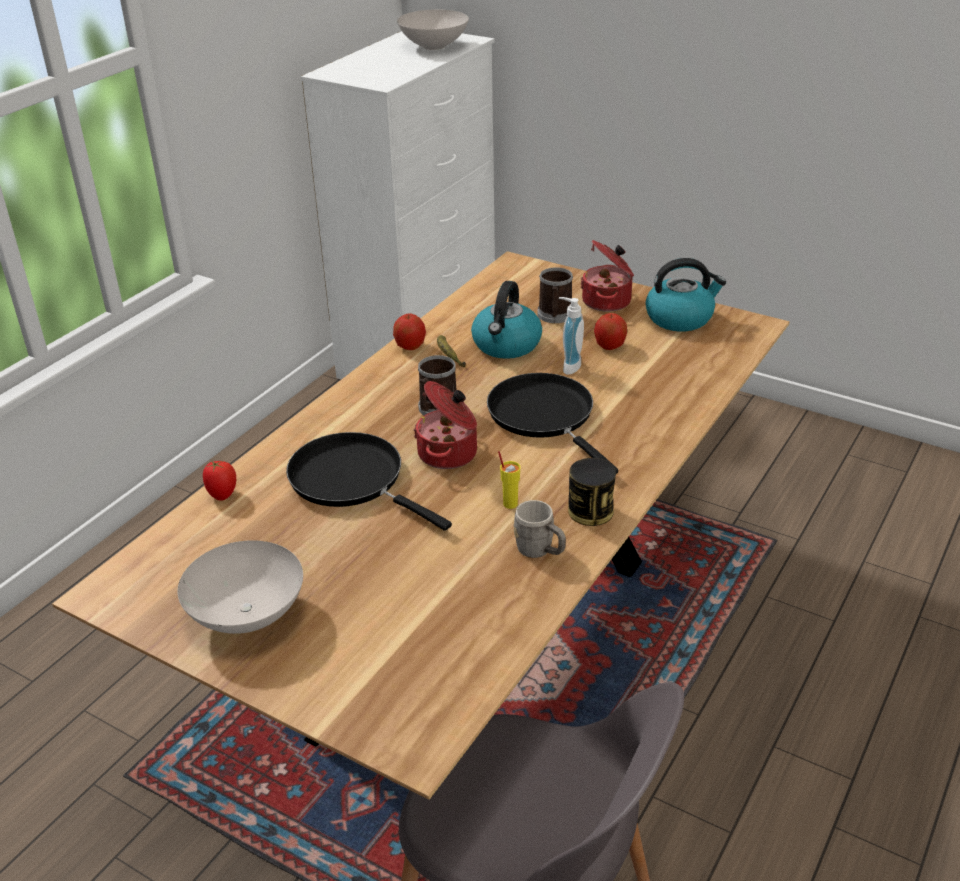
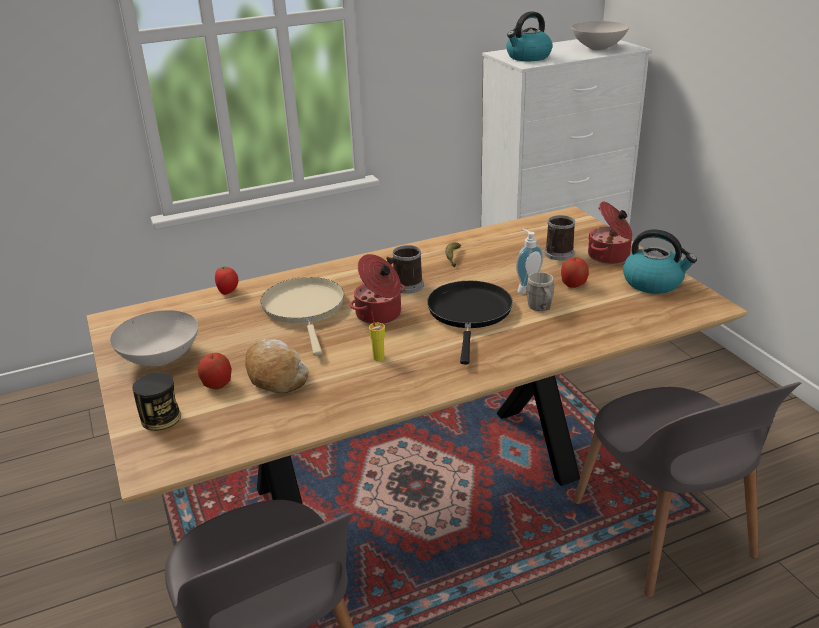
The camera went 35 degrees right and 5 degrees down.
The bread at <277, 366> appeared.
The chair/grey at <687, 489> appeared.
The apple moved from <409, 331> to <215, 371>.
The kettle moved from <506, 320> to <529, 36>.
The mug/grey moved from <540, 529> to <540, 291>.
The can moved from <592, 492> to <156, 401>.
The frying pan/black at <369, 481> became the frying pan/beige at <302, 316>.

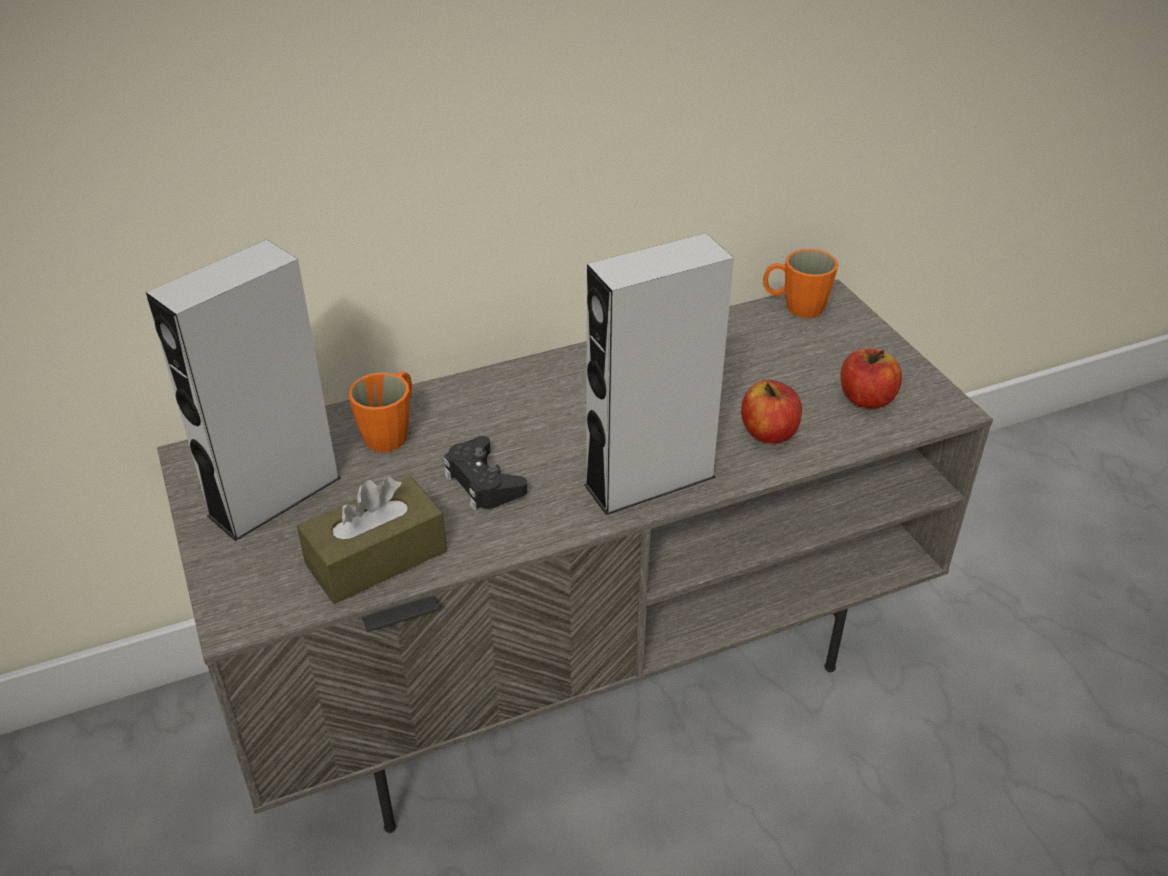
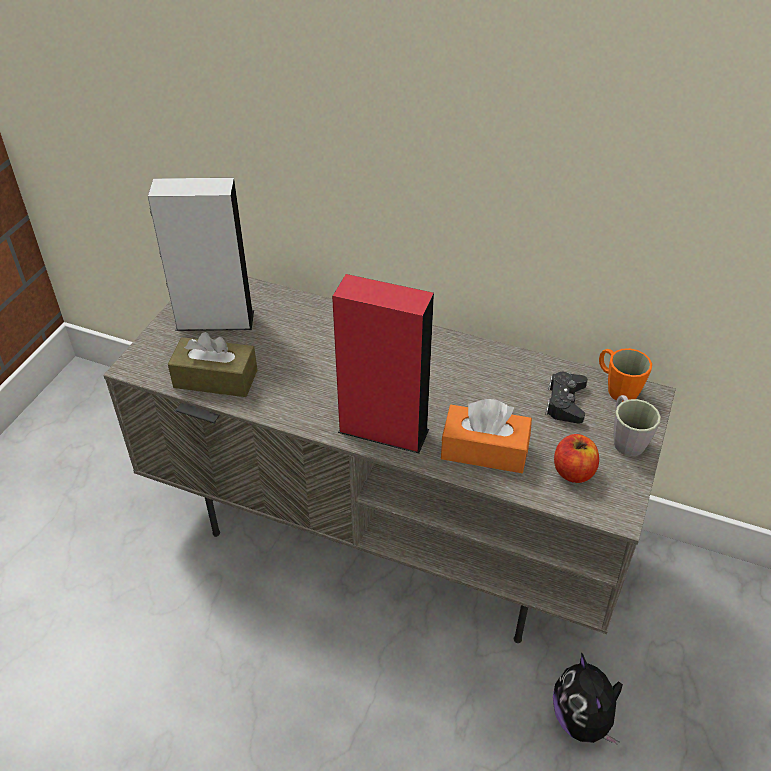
The camera went 45 degrees right and 5 degrees up.
The mug/orange at <380, 411> disappeared.
The plush toy at <588, 699> appeared.
The mug/grey at <637, 425> appeared.
The game controller/black moved from <485, 473> to <566, 398>.
The apple at <771, 411> was replaced by the tissue box/orange at <486, 436>.
The speaker/grey at <659, 374> became the speaker/red at <383, 363>.

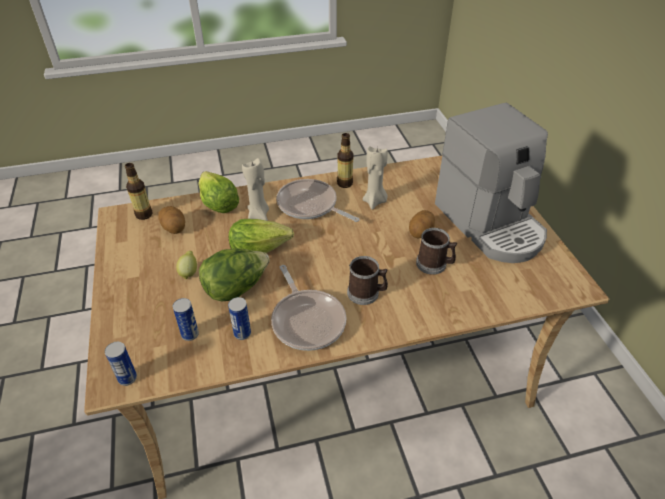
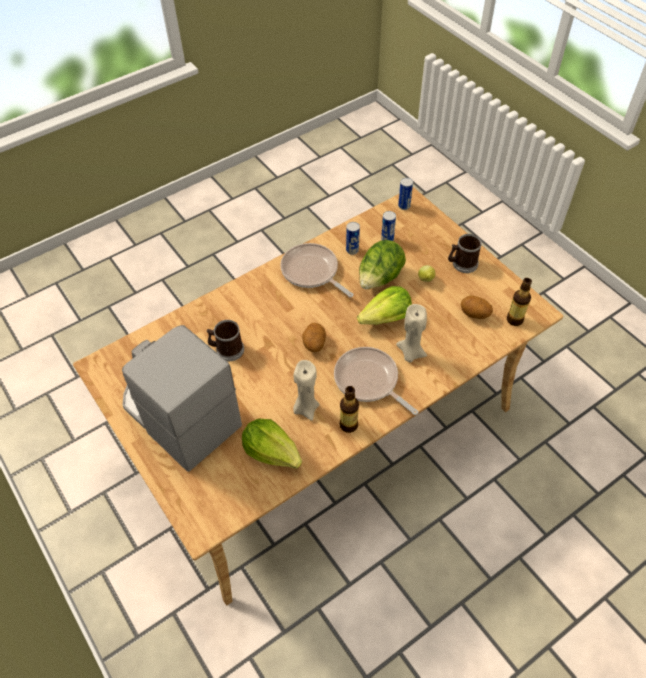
The camera went 160 degrees right and 10 degrees up.
The lettuce moved from <218, 192> to <272, 444>.
The mug moved from <367, 280> to <465, 253>.
The potato moved from <422, 224> to <314, 337>.
The frying pan at <318, 200> turned 150 degrees counterclockwise.

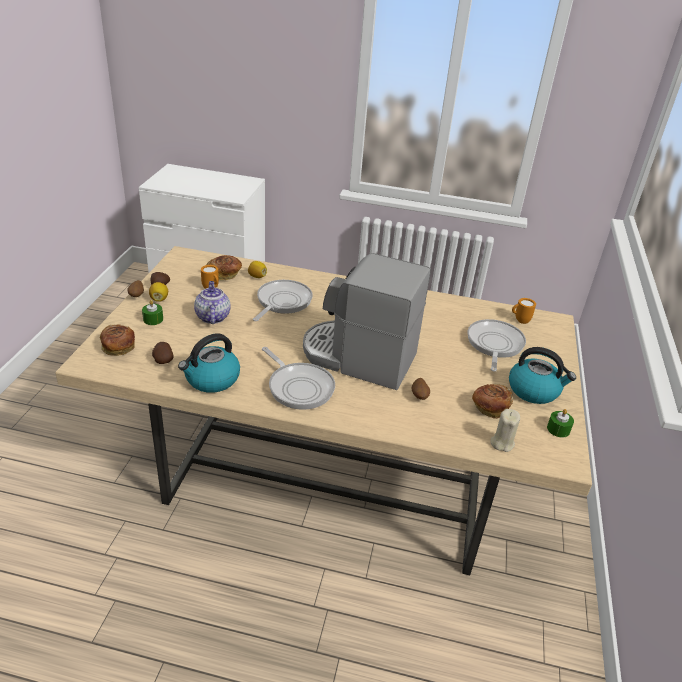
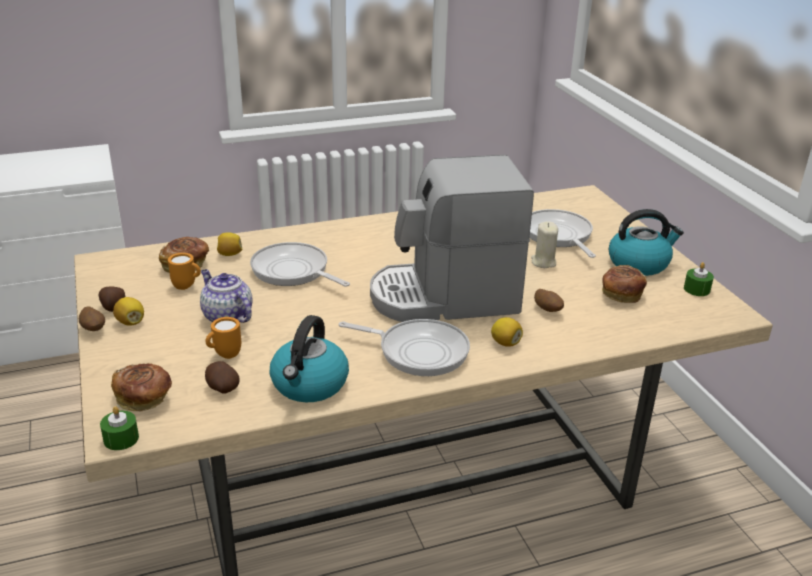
The camera went 30 degrees left and 5 degrees down.
The lemon at <507, 332> appeared.
The candle/green moved from <152, 312> to <119, 428>.
The candle/beige moved from <505, 430> to <544, 244>.
The mug/orange moved from <524, 311> to <223, 338>.
The frying pan at <283, 300> turned 45 degrees counterclockwise.

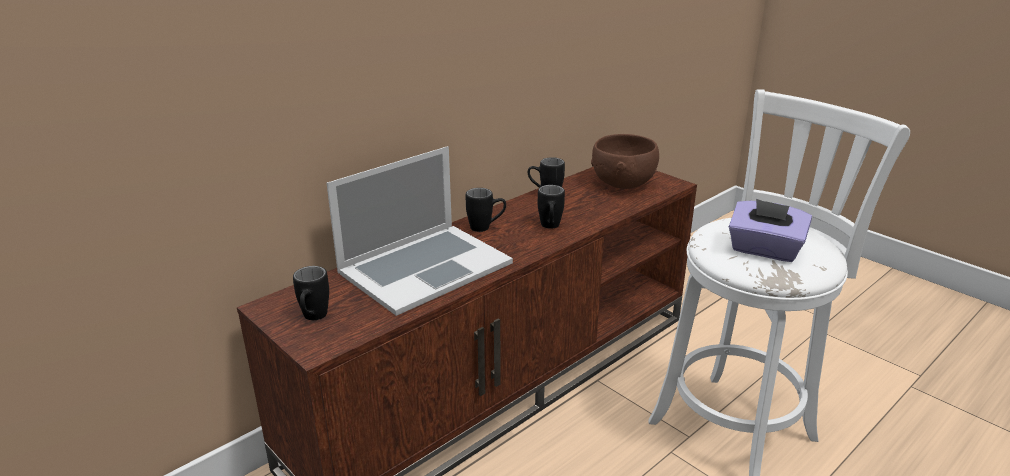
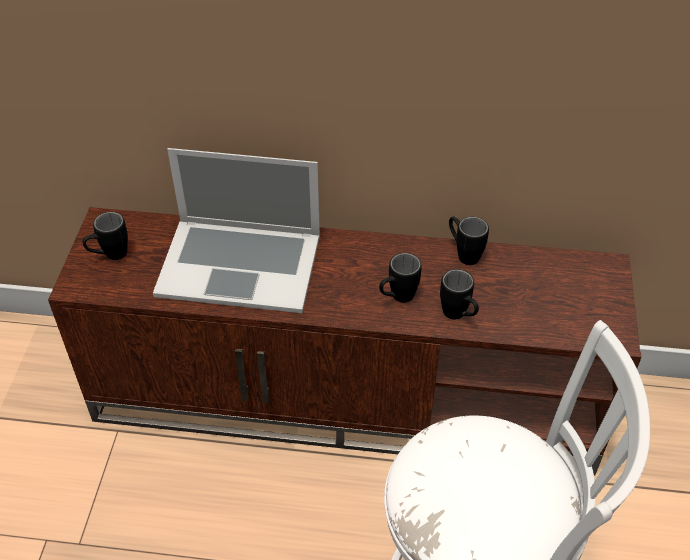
The camera went 50 degrees right and 20 degrees up.
The bowl/brown at <625, 161> disappeared.
The tissue box/purple at <770, 230> disappeared.
The mug/black moved from <486, 210> to <459, 294>.

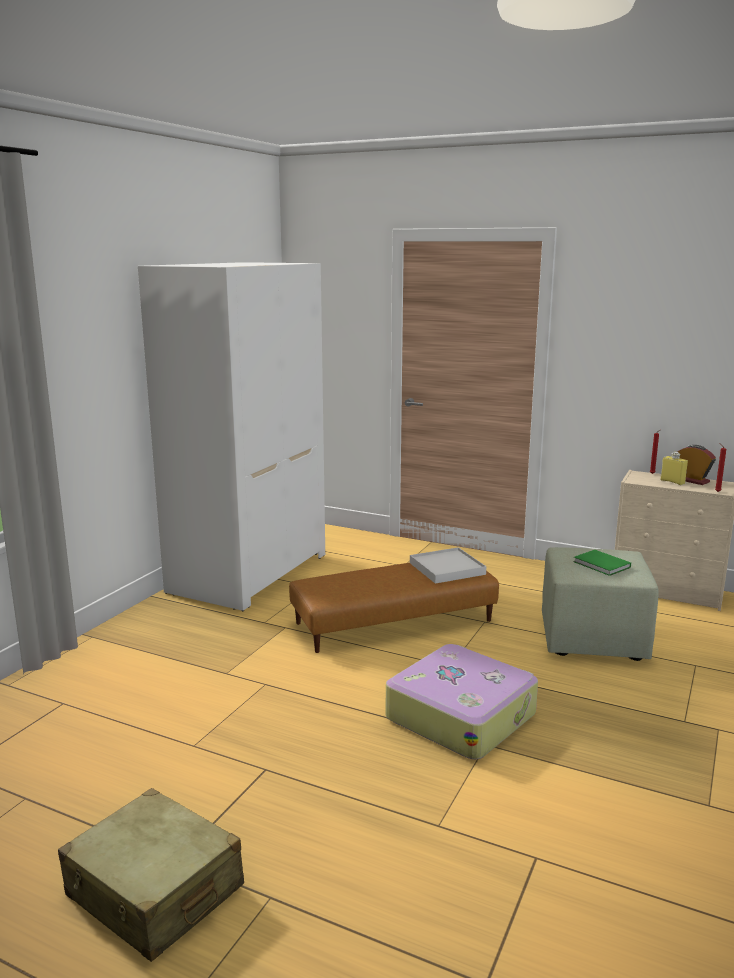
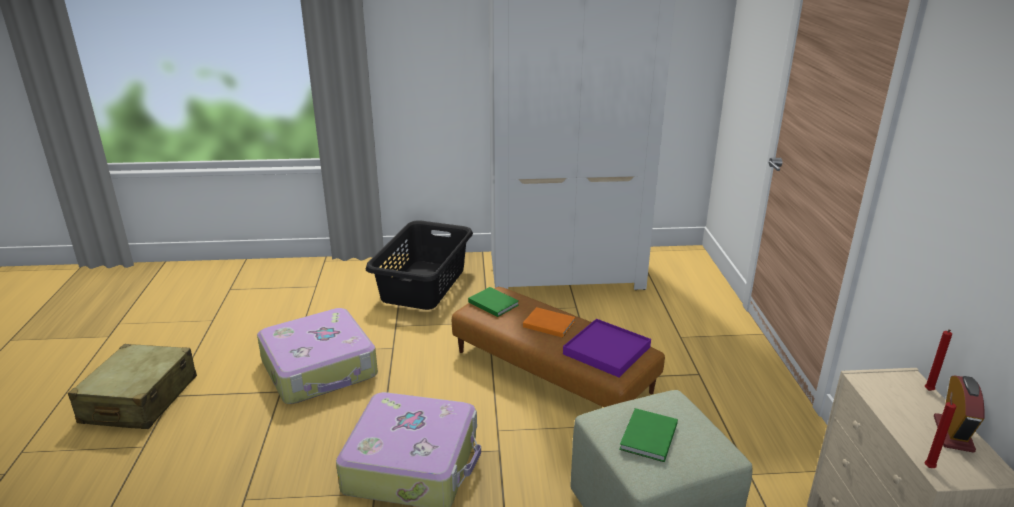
The camera went 60 degrees right and 10 degrees up.
The bottle/yellow at <674, 468> disappeared.
The suitcase at <317, 356> appeared.
The laundry basket/black at <419, 265> appeared.
The book/green at <493, 302> appeared.
The book/orange at <549, 322> appeared.
The tray/white at <448, 565> became the tray/purple at <607, 348>.

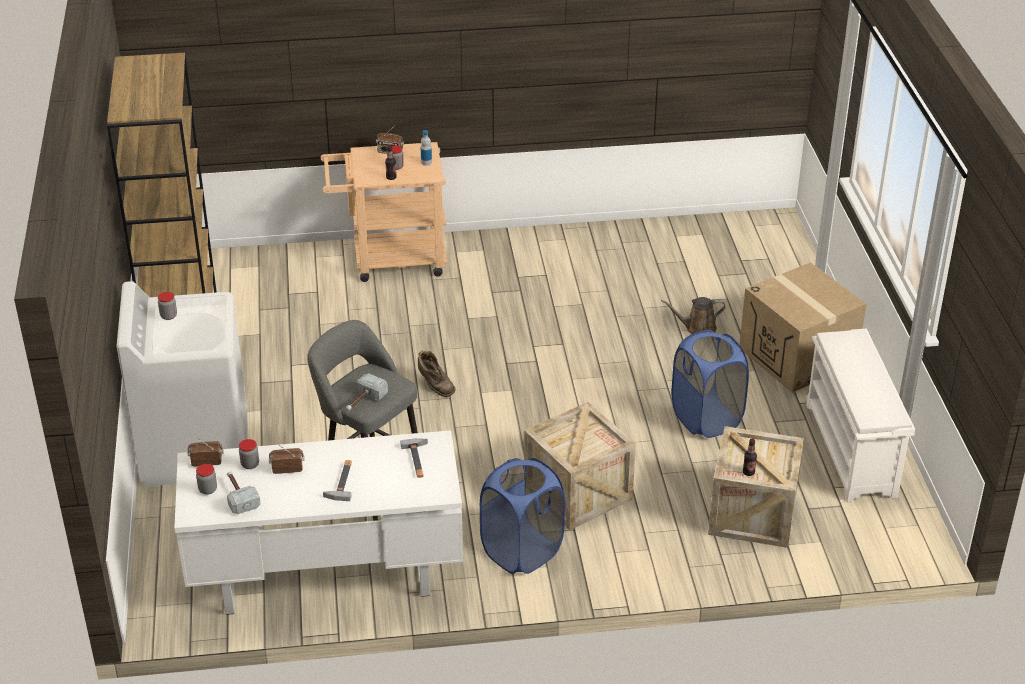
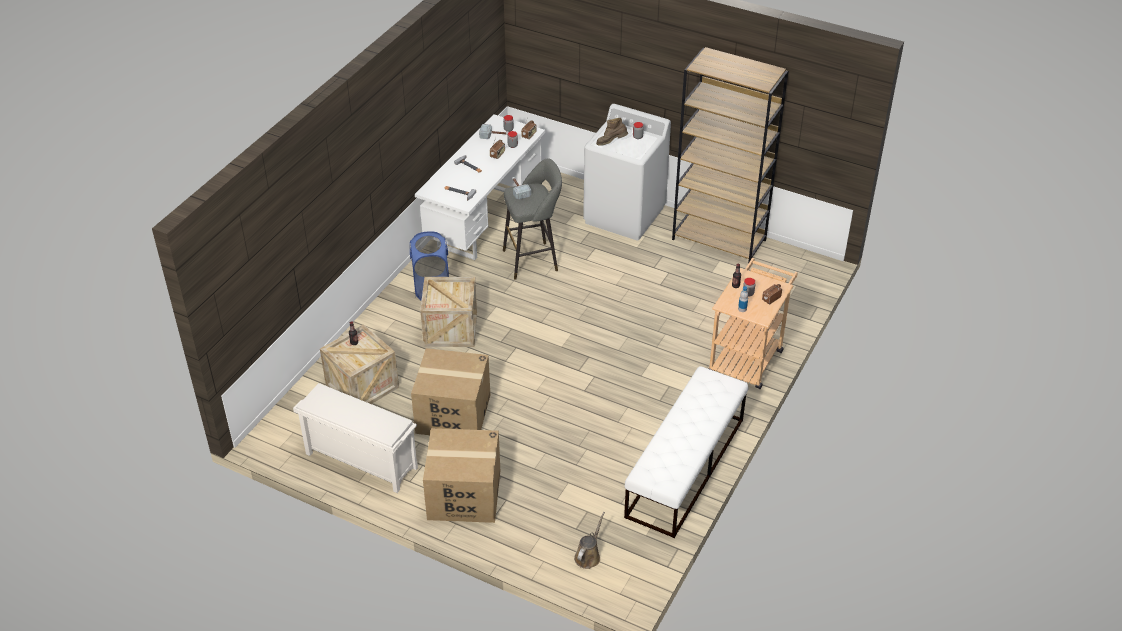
The camera went 125 degrees right and 5 degrees up.
The bench/white at <686, 452> appeared.
The boot/brown moved from <437, 373> to <612, 131>.
The watering can/brown moved from <693, 315> to <589, 540>.
The laundry basket/blue at <710, 384> was replaced by the cardboard box at <450, 391>.

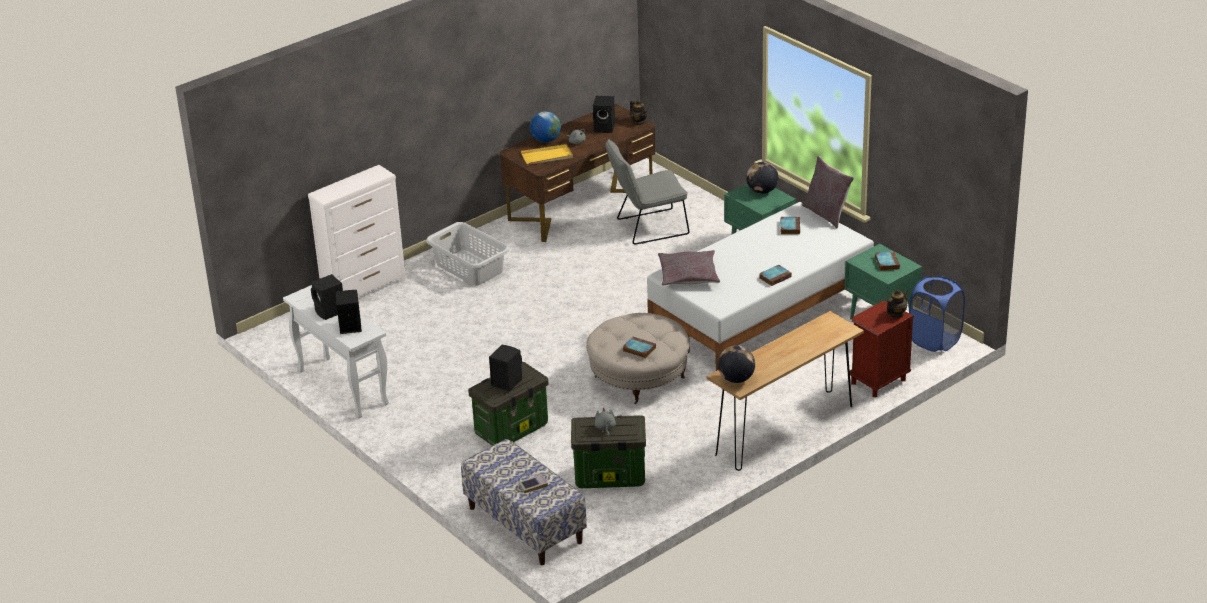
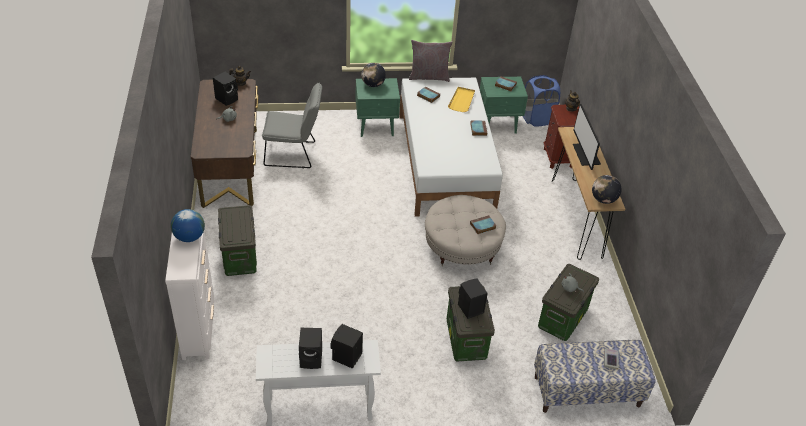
The camera went 60 degrees left and 10 degrees up.
The pillow/grey at <689, 267> disappeared.
The monitor at <587, 137> appeared.
The tray/yellow moved from <547, 154> to <461, 99>.
The globe moved from <545, 126> to <188, 225>.
The laundry basket/grey at <468, 254> was replaced by the storage box at <237, 240>.
The chair/grey at <647, 192> turned 105 degrees counterclockwise.

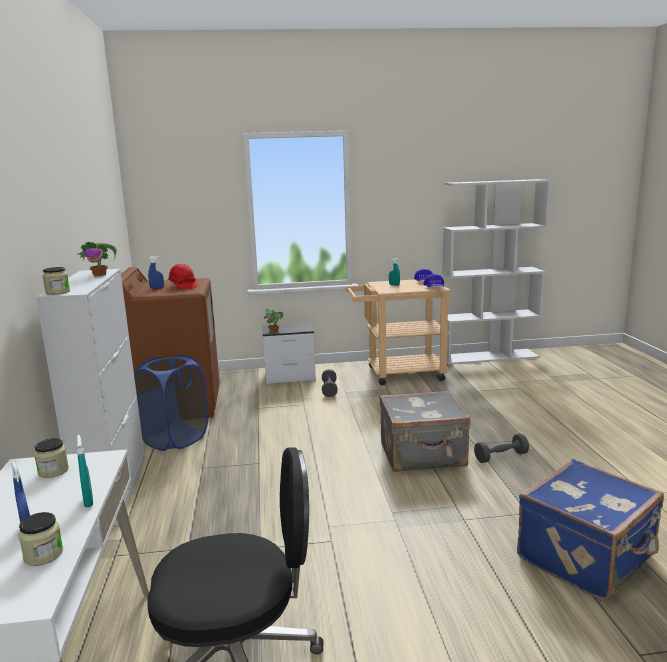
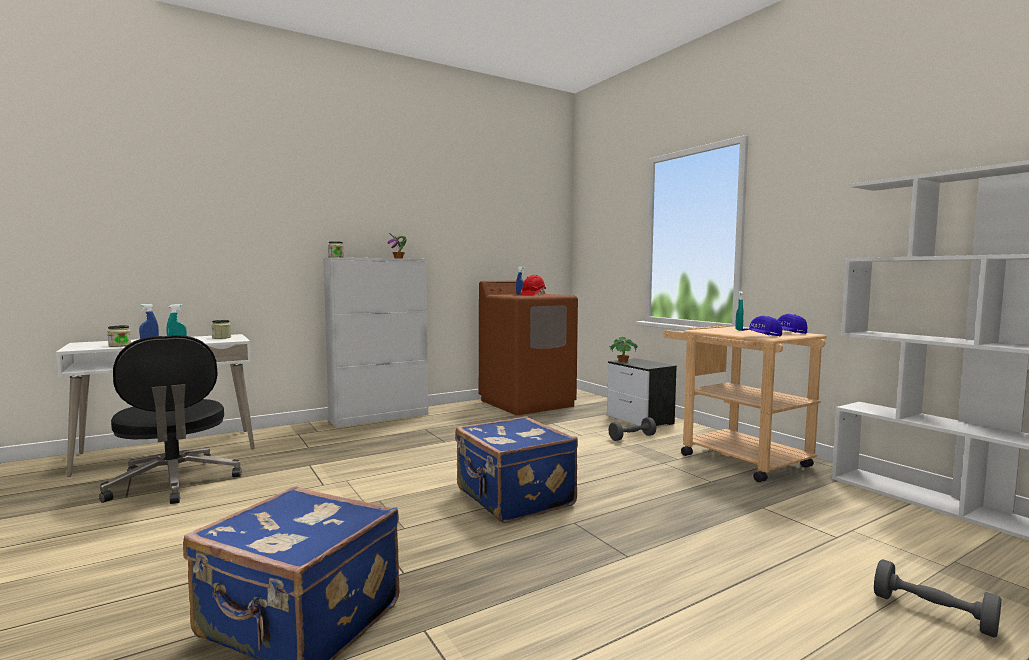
The camera went 65 degrees right and 10 degrees down.
The laundry basket/blue at <171, 403> disappeared.
The dumbbell/grey moved from <501, 448> to <937, 598>.
The suitcase/grey at <424, 431> became the suitcase/blue at <516, 469>.

